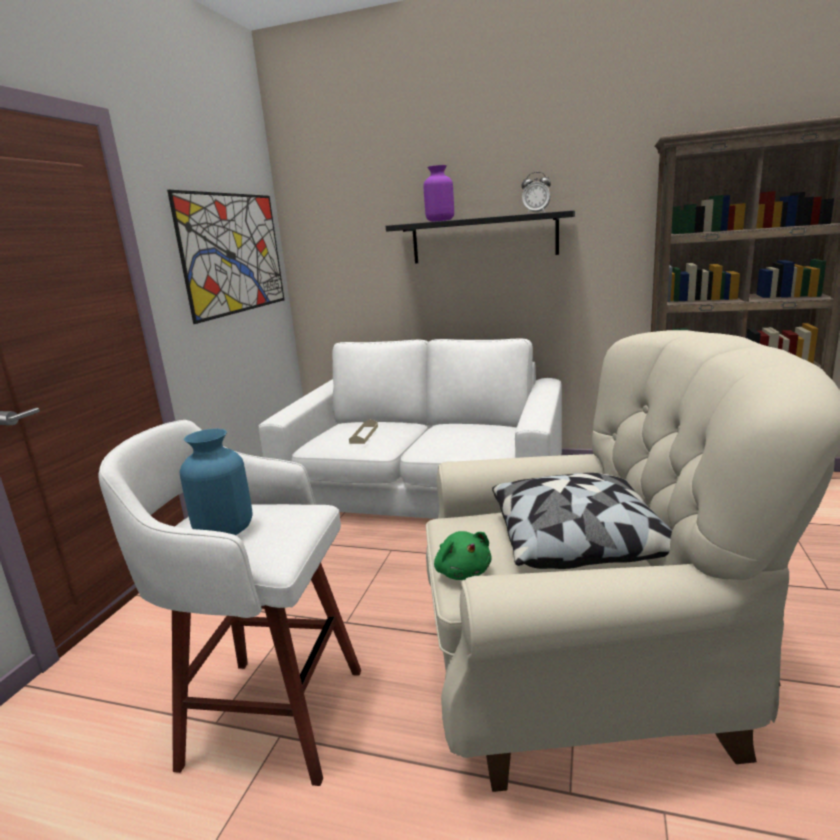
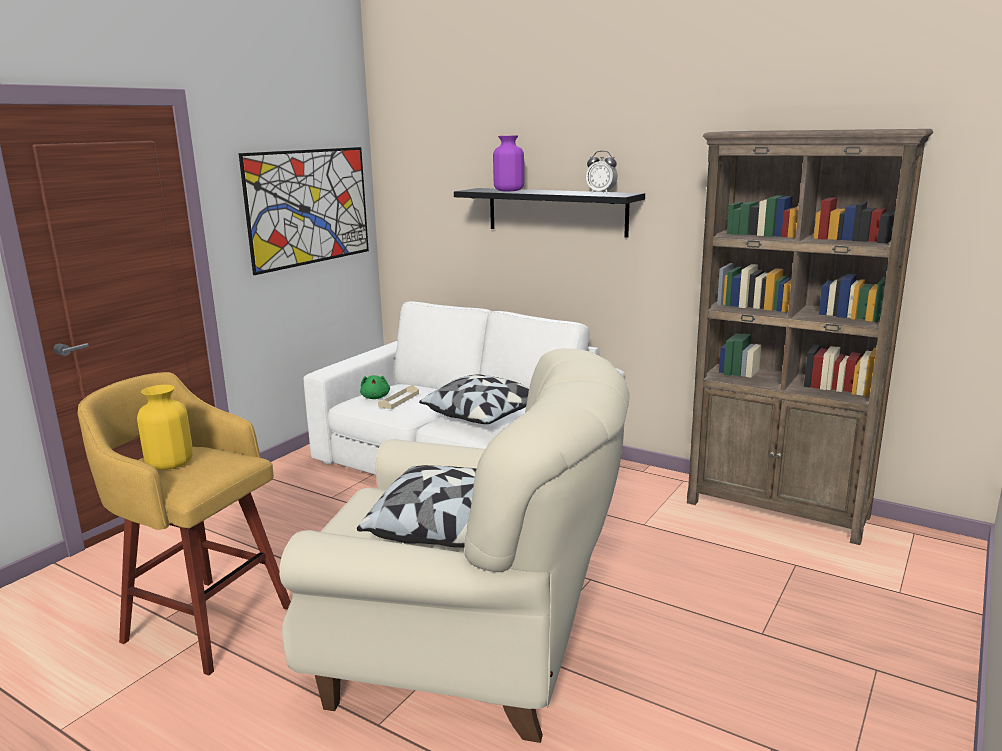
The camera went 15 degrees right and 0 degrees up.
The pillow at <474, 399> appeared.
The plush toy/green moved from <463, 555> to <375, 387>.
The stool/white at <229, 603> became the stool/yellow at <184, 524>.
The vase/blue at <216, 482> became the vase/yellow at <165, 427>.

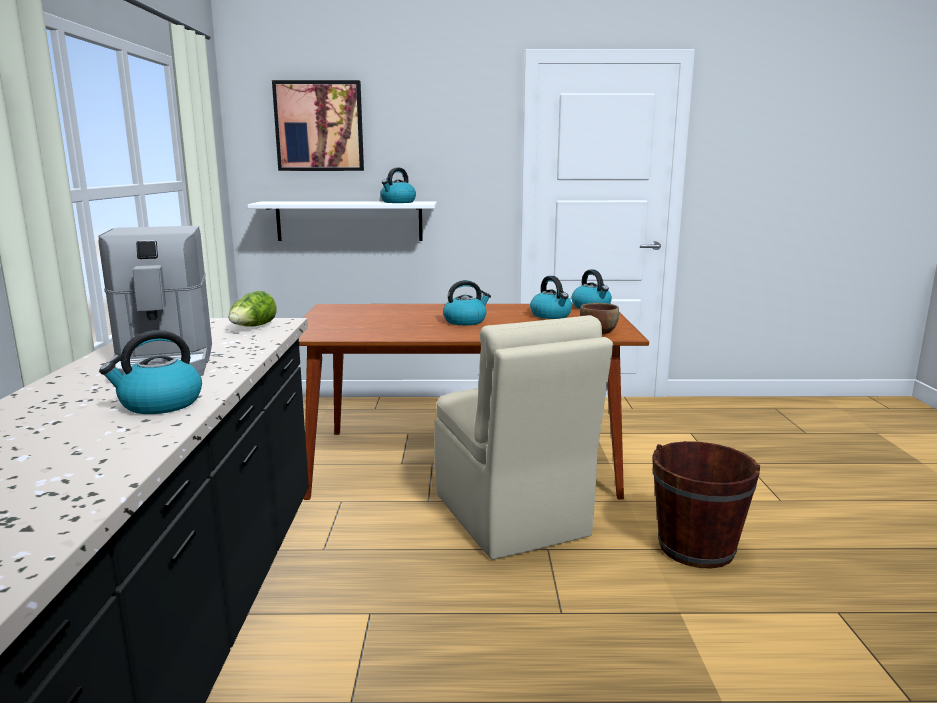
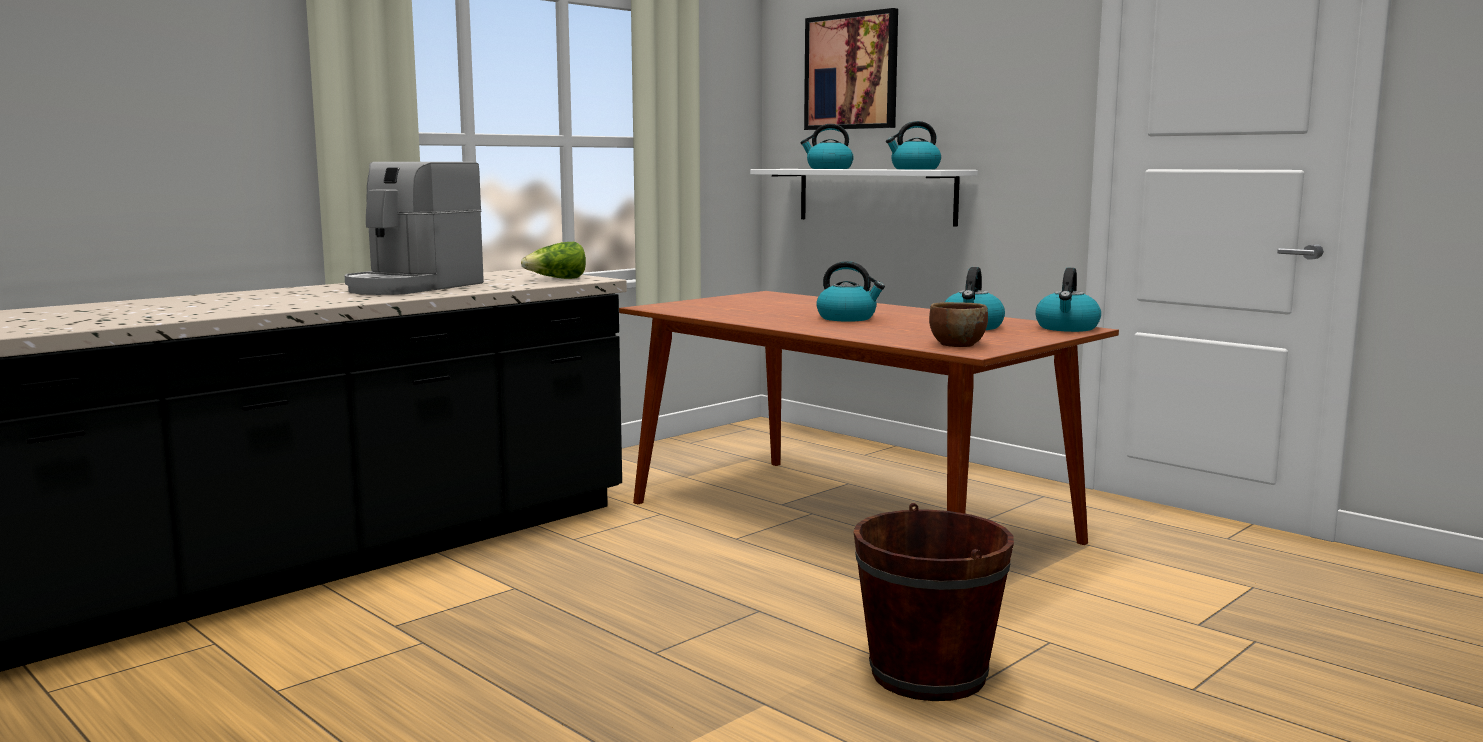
The camera went 45 degrees right and 5 degrees down.
The chair/beige at <523, 437> disappeared.
The kettle moved from <150, 372> to <827, 146>.

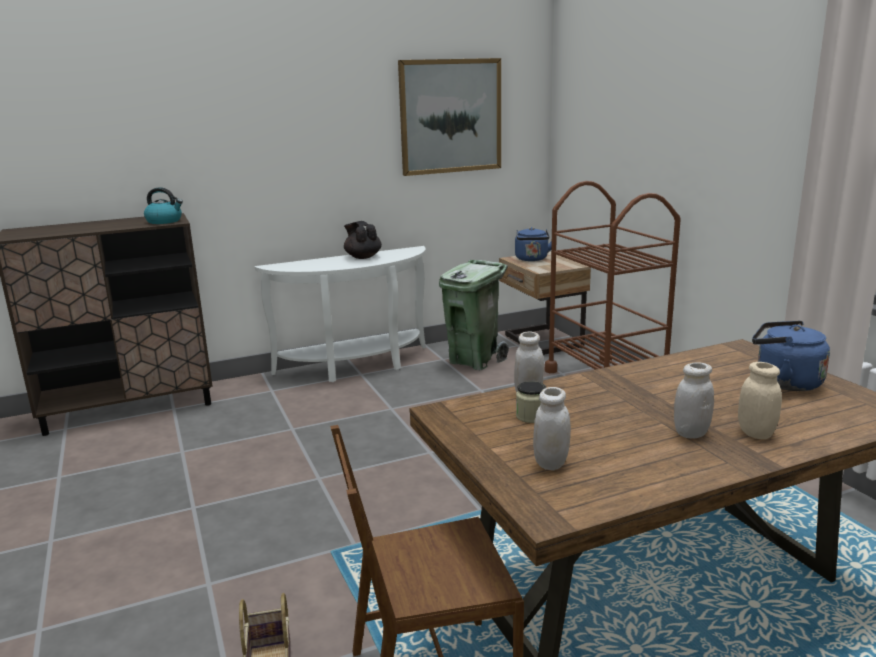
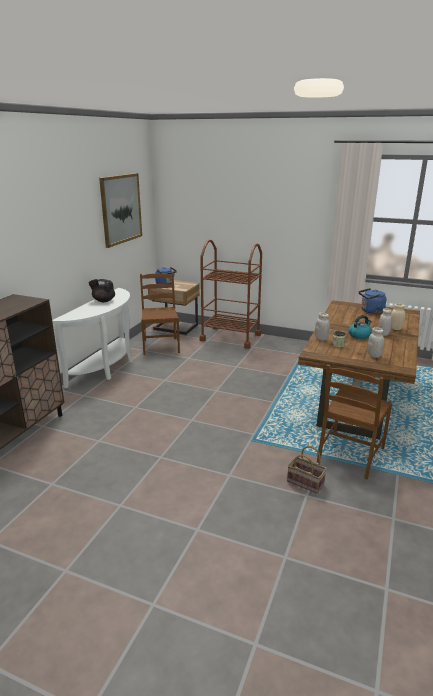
The camera went 45 degrees left and 5 degrees up.
The kettle moved from <163, 205> to <360, 327>.
The trash can/green at <474, 315> was replaced by the chair/brown at <160, 313>.

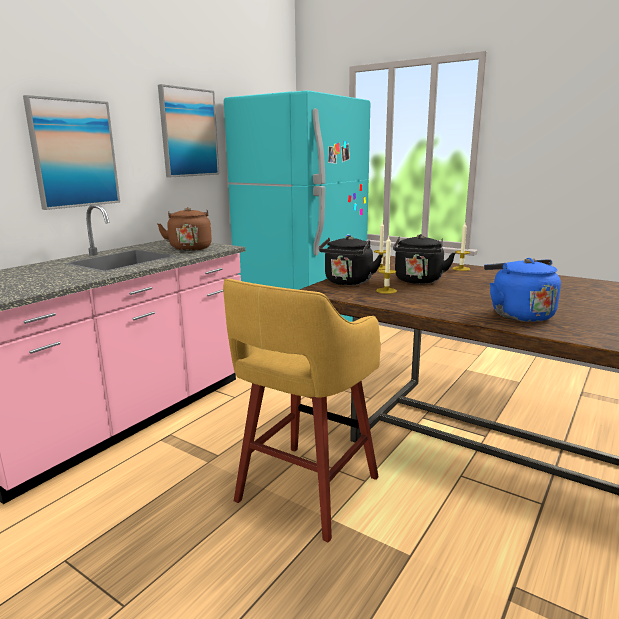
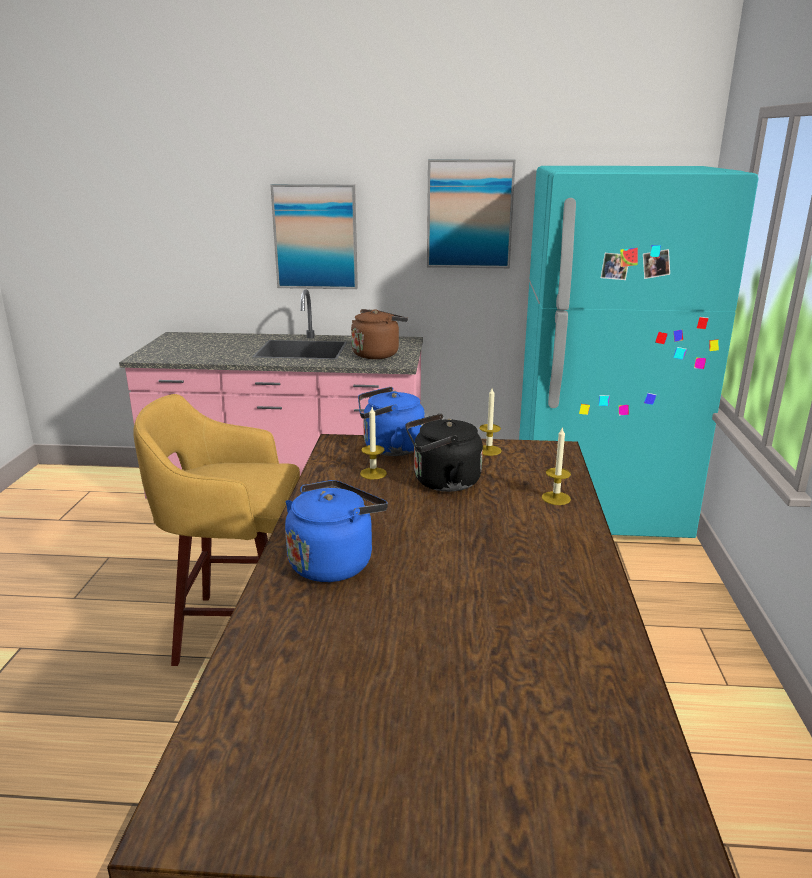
The camera went 60 degrees right and 5 degrees up.
The kettle/black at <351, 260> became the kettle/blue at <391, 421>.

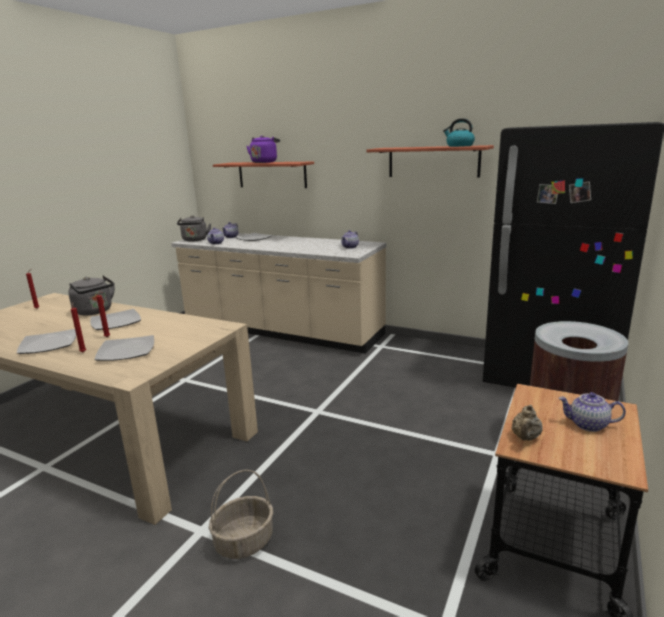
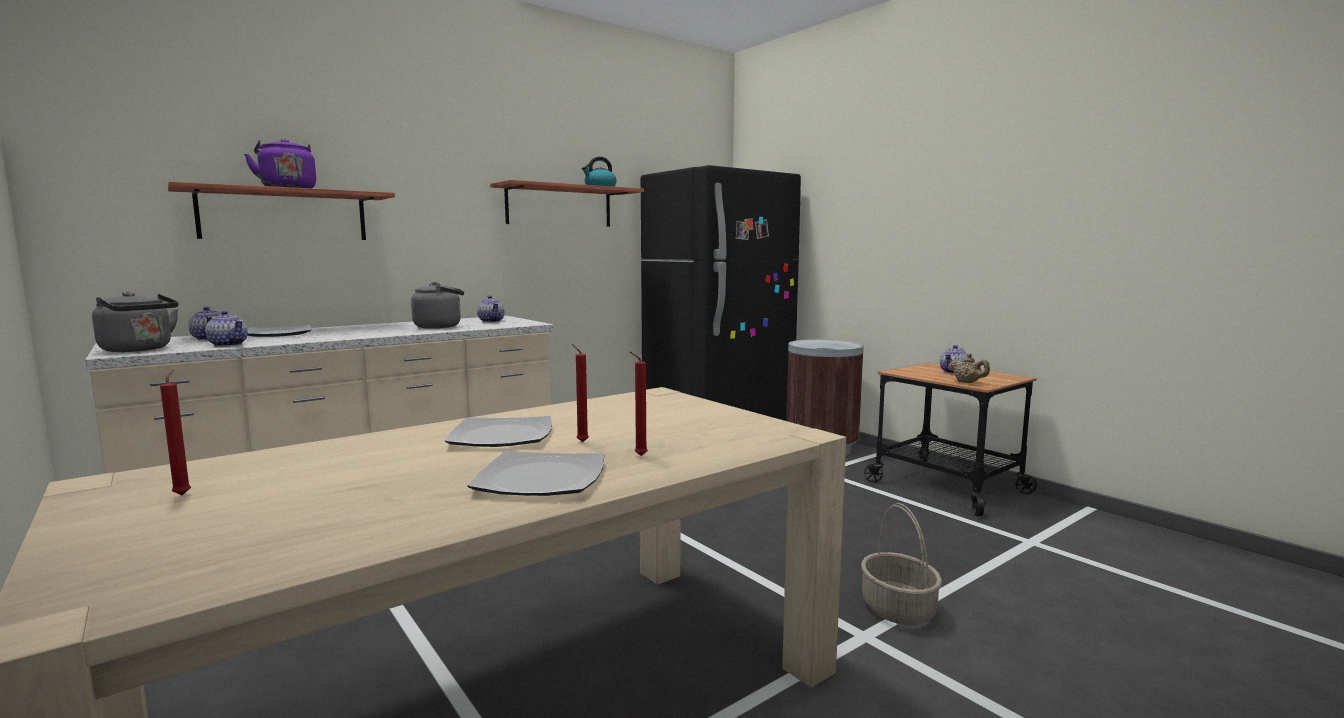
The camera went 65 degrees left and 10 degrees down.
The plate at <124, 348> disappeared.
The kettle/grey moved from <91, 295> to <437, 305>.

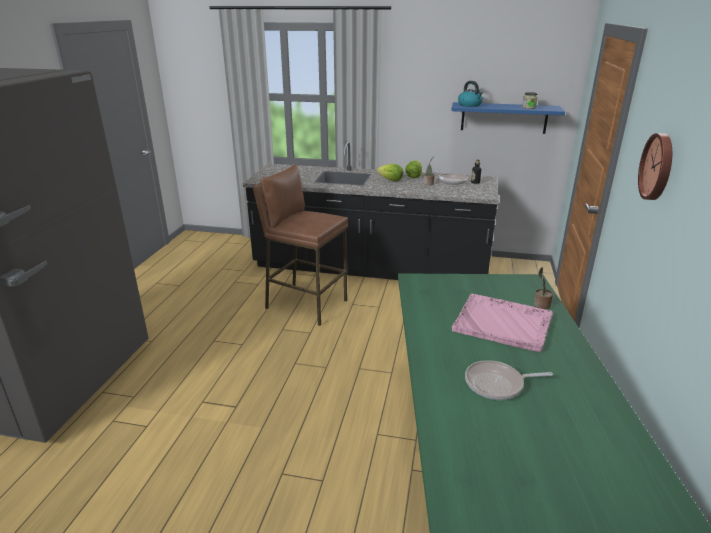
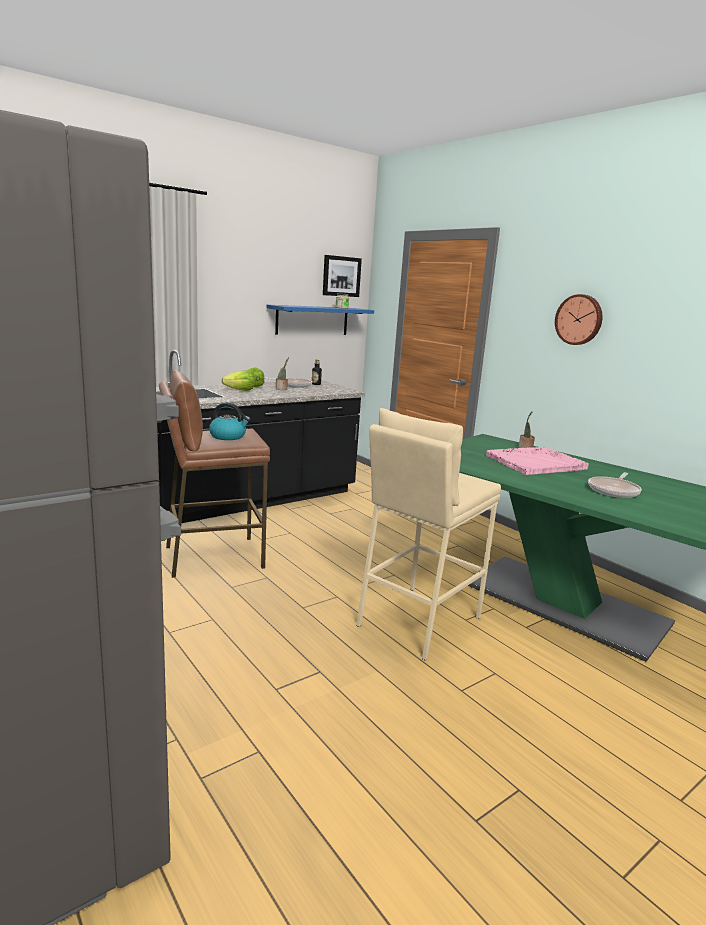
The camera went 50 degrees left and 10 degrees down.
The picture at <342, 276> appeared.
The stool/beige at <428, 534> appeared.
The kettle moved from <470, 94> to <229, 421>.

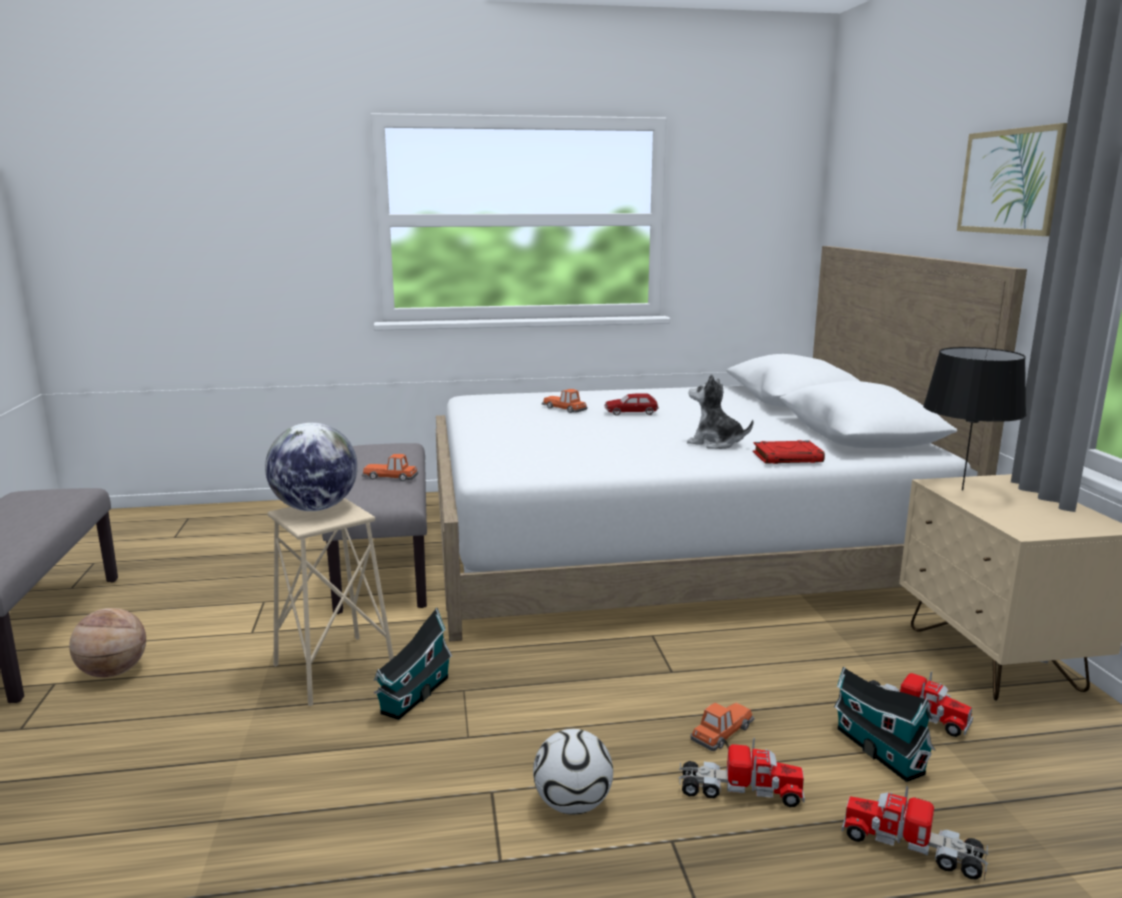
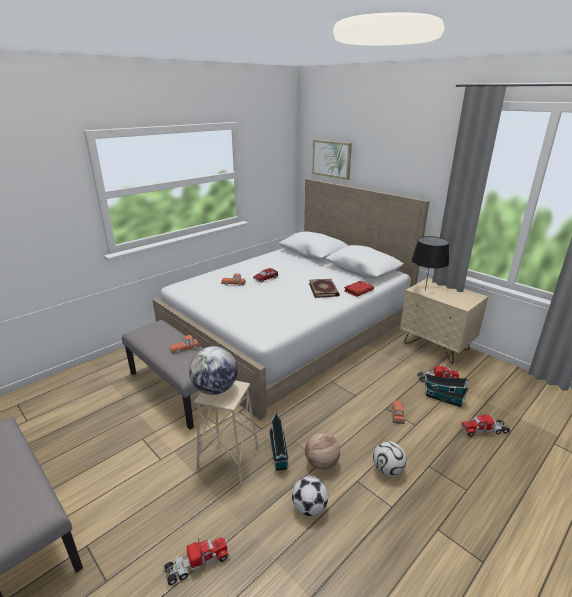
The camera went 35 degrees left and 10 degrees up.
The football at <310, 496> appeared.
The basketball moved from <107, 643> to <322, 451>.
The toy truck moved from <742, 772> to <196, 561>.
The picture moved from <1012, 179> to <332, 160>.
The plush toy at <720, 411> was replaced by the book at <324, 288>.

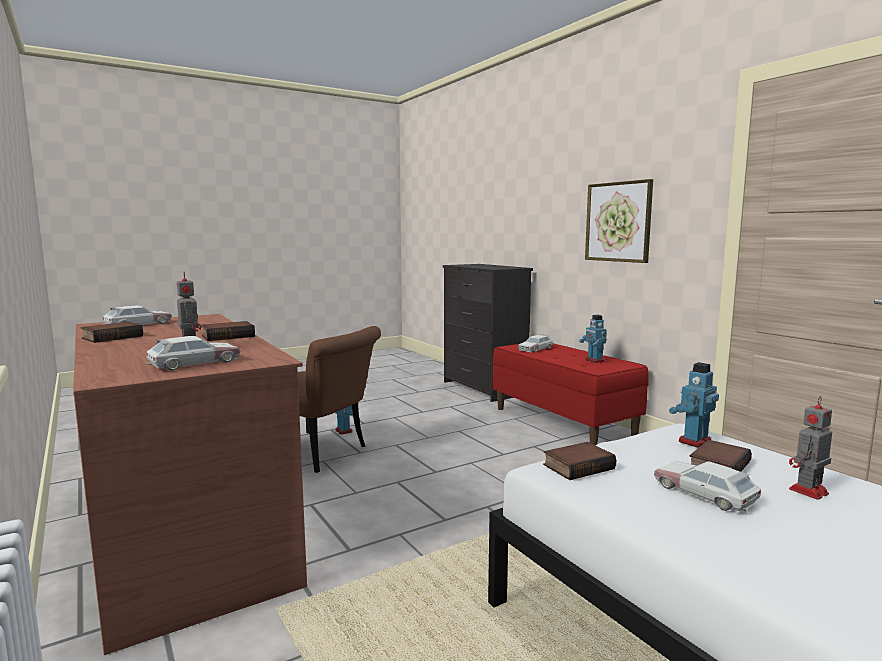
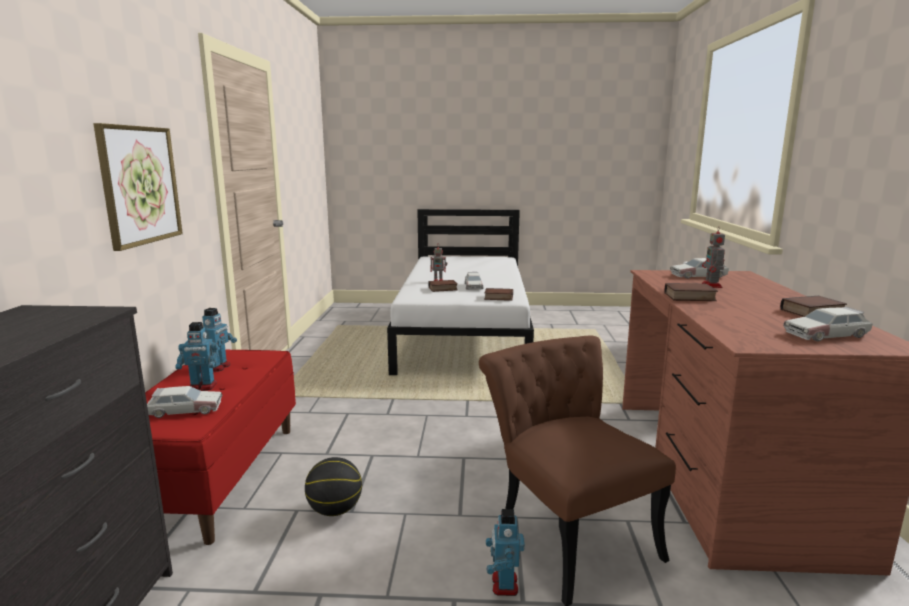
The camera went 145 degrees left and 5 degrees up.
The basketball at <333, 486> appeared.
The toy robot moved from <694, 405> to <197, 356>.

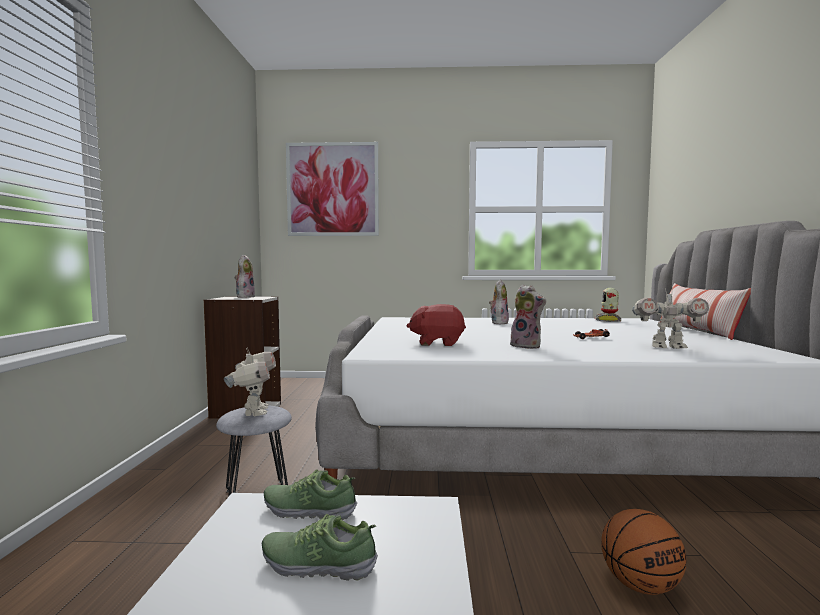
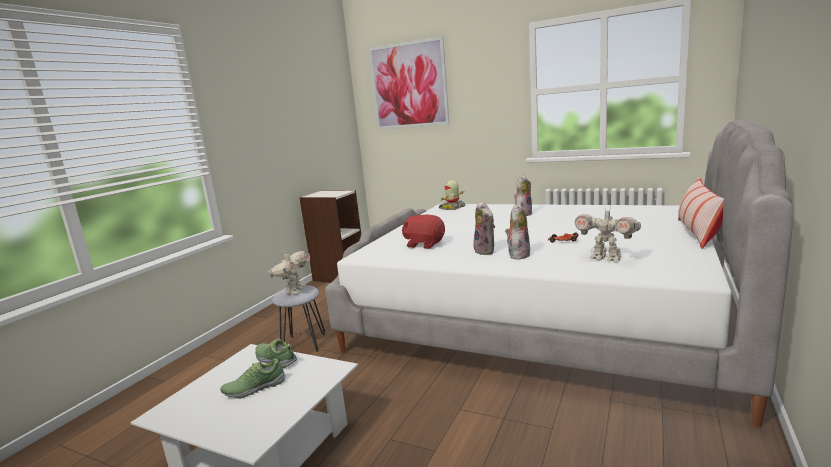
The camera went 25 degrees right and 10 degrees up.
The basketball at <643, 552> disappeared.
The plush toy moved from <244, 276> to <518, 231>.
The toy robot moved from <608, 305> to <452, 195>.
The shoe at <320, 547> turned 60 degrees counterclockwise.

